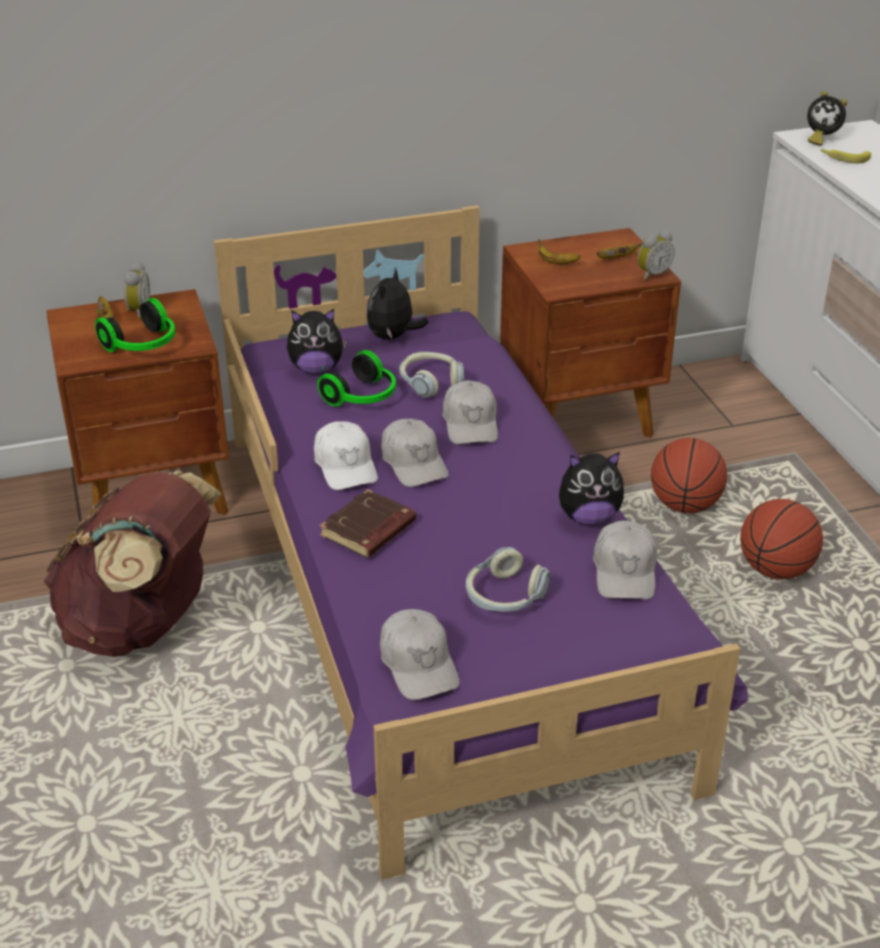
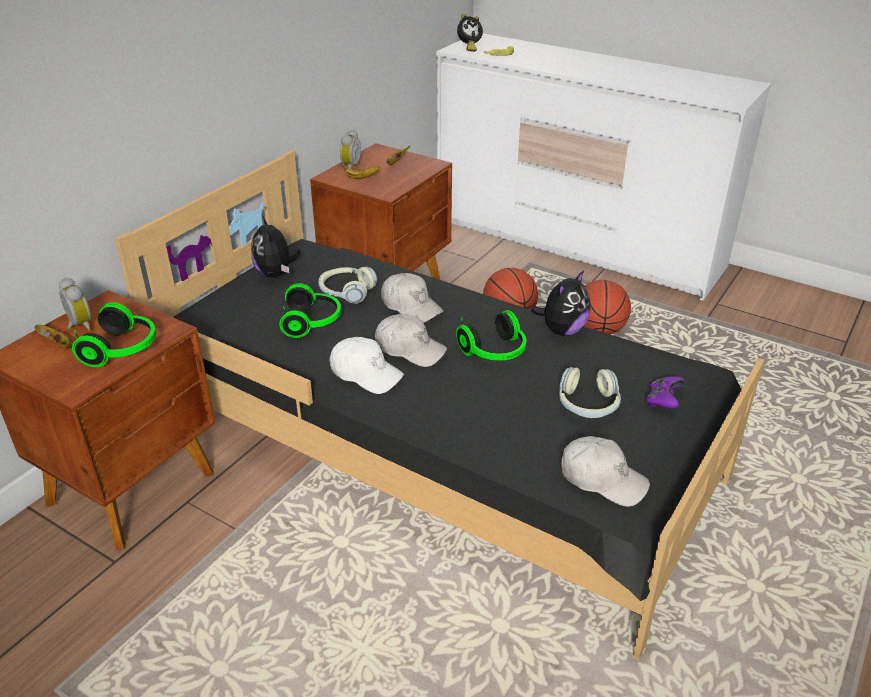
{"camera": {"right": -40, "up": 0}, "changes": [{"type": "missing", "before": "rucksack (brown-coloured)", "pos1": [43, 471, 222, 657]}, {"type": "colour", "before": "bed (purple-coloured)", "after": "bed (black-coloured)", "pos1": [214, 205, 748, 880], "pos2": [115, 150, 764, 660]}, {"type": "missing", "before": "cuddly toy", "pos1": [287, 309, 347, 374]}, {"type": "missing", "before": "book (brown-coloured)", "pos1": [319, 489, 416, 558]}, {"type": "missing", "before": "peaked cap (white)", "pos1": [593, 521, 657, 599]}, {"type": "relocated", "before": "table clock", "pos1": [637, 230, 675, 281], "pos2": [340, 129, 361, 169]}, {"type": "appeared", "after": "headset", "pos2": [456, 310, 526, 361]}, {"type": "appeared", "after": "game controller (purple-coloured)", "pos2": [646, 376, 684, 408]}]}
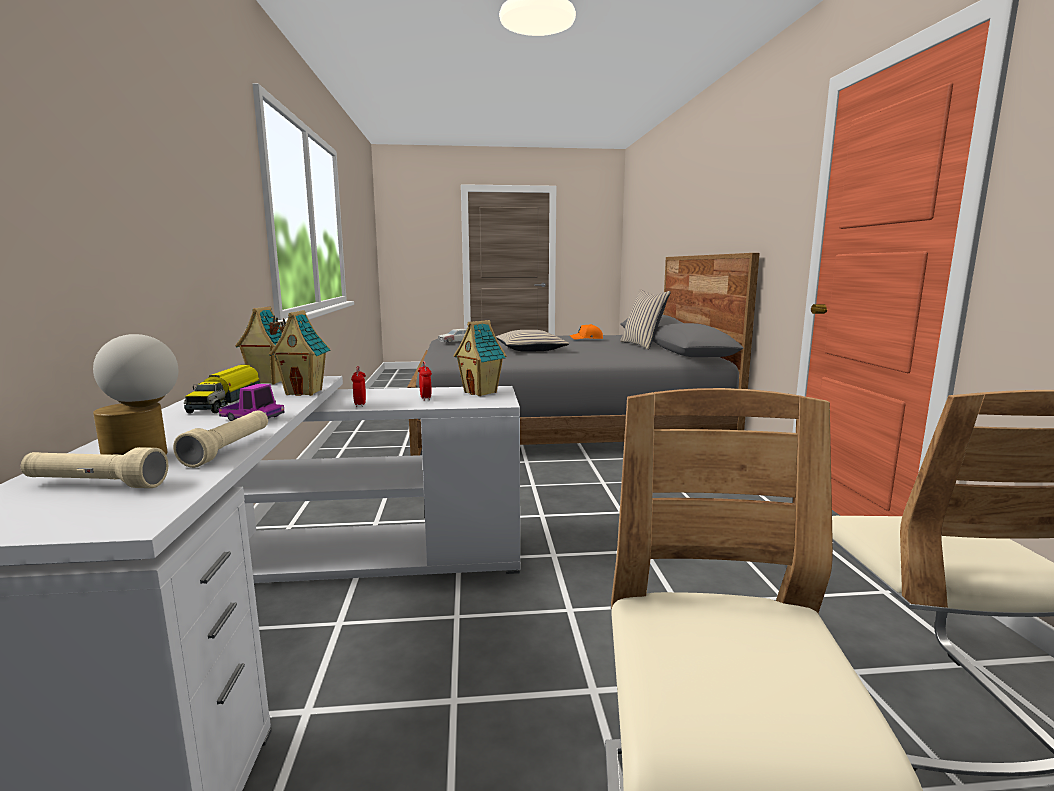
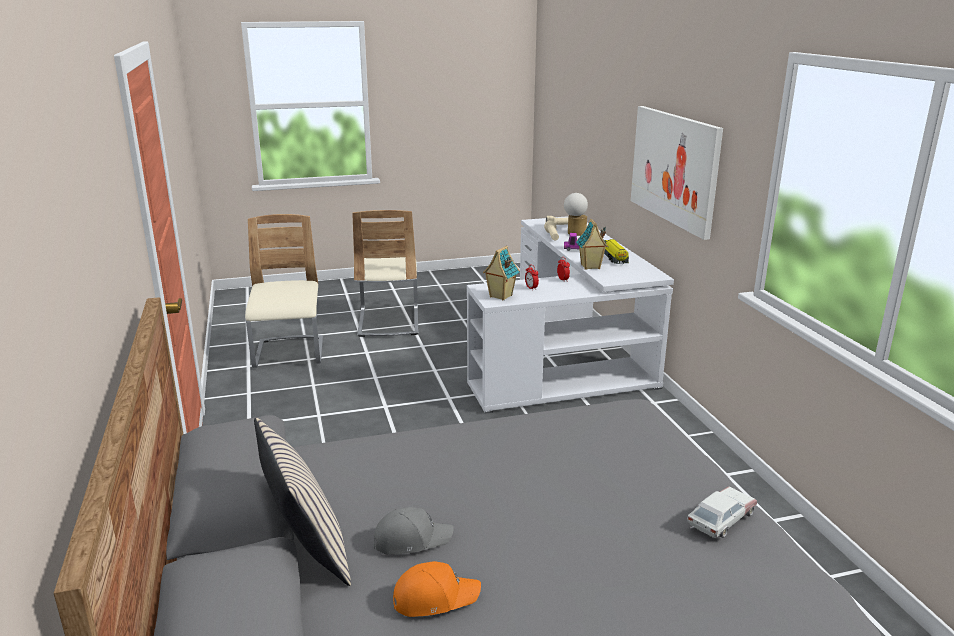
{"camera": {"right": 170, "up": 10}, "changes": [{"type": "missing", "before": "model house", "pos1": [235, 306, 282, 384]}, {"type": "missing", "before": "throw pillow (sand-coloured)", "pos1": [496, 330, 569, 352]}, {"type": "appeared", "after": "peaked cap (gray)", "pos2": [374, 507, 454, 555]}, {"type": "appeared", "after": "wall picture", "pos2": [631, 106, 723, 240]}]}
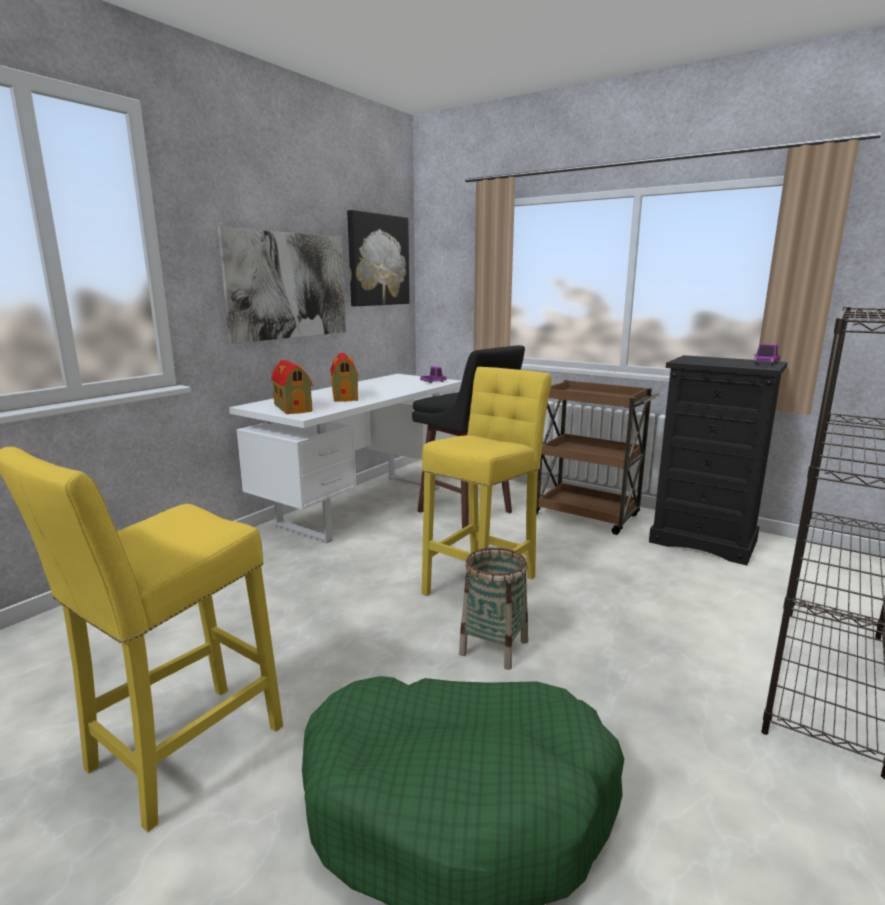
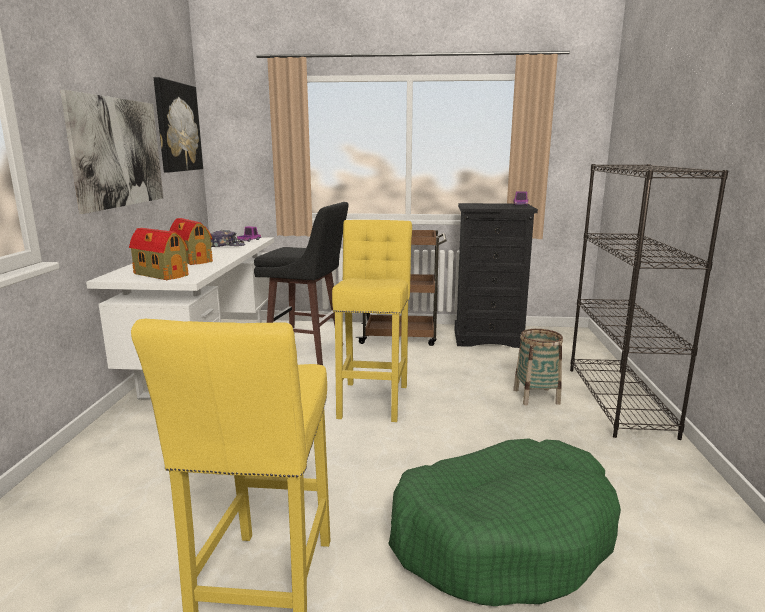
{"camera": {"right": -30, "up": 0}, "changes": [{"type": "relocated", "before": "basket", "pos1": [459, 547, 528, 670], "pos2": [513, 329, 563, 406]}, {"type": "appeared", "after": "peaked cap", "pos2": [211, 230, 245, 247]}]}
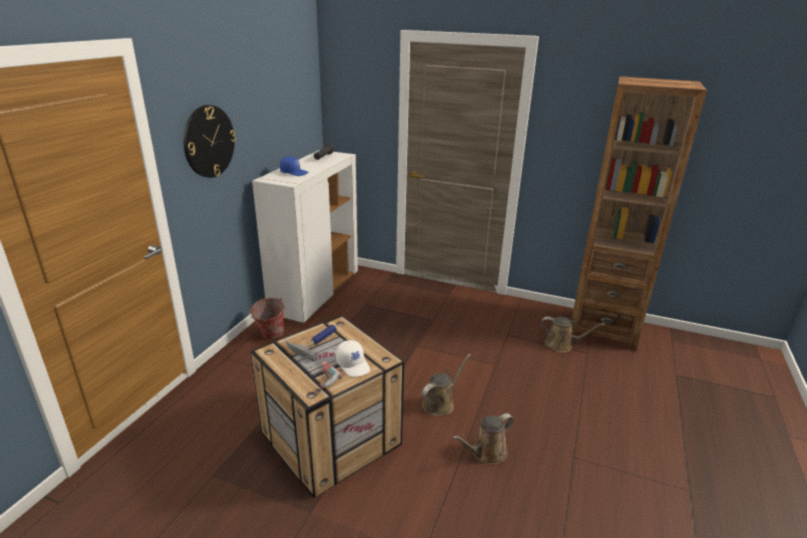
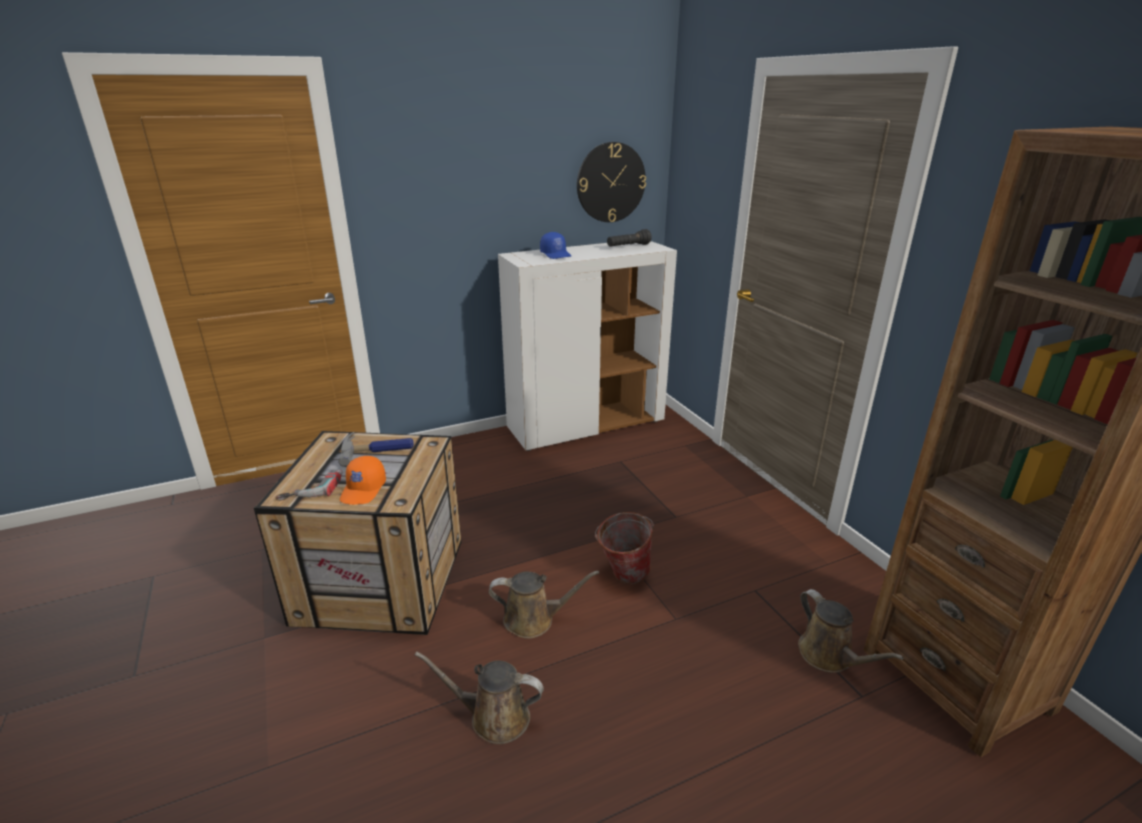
{"camera": {"right": 45, "up": 0}, "changes": [{"type": "relocated", "before": "clock on the wall", "pos1": [183, 105, 236, 178], "pos2": [577, 142, 646, 222]}, {"type": "relocated", "before": "bucket", "pos1": [249, 297, 284, 340], "pos2": [595, 512, 654, 584]}, {"type": "colour", "before": "peaked cap (white)", "after": "peaked cap (orangey)", "pos1": [336, 340, 370, 377], "pos2": [340, 456, 386, 505]}]}
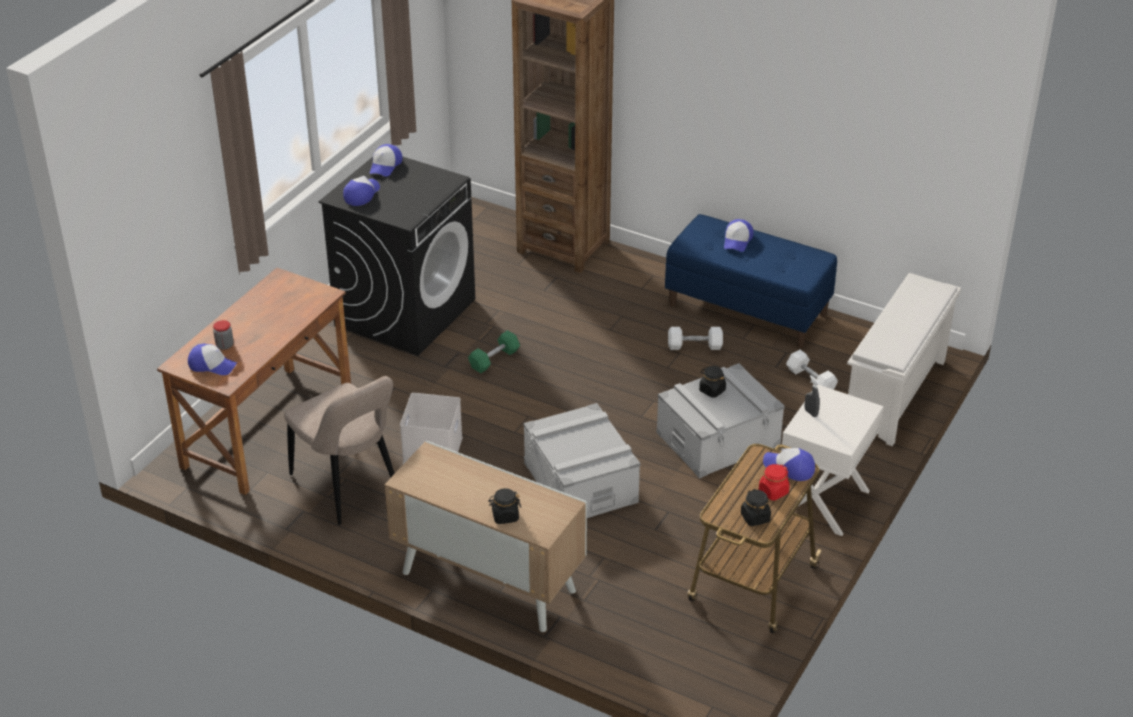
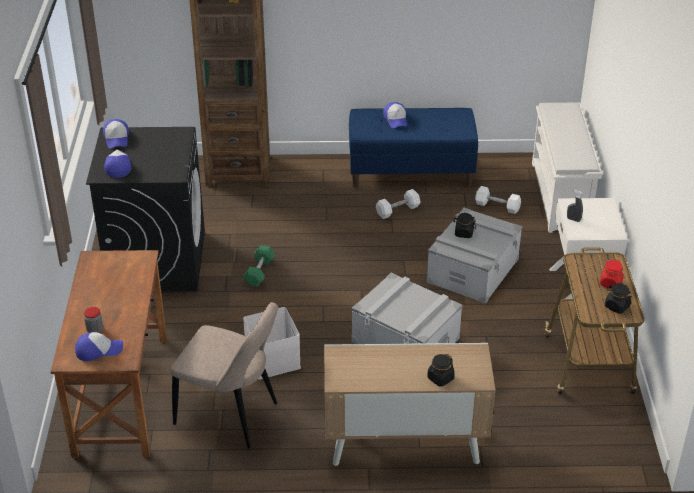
{"camera": {"right": -30, "up": 0}, "changes": [{"type": "missing", "before": "peaked cap", "pos1": [763, 448, 815, 481]}]}
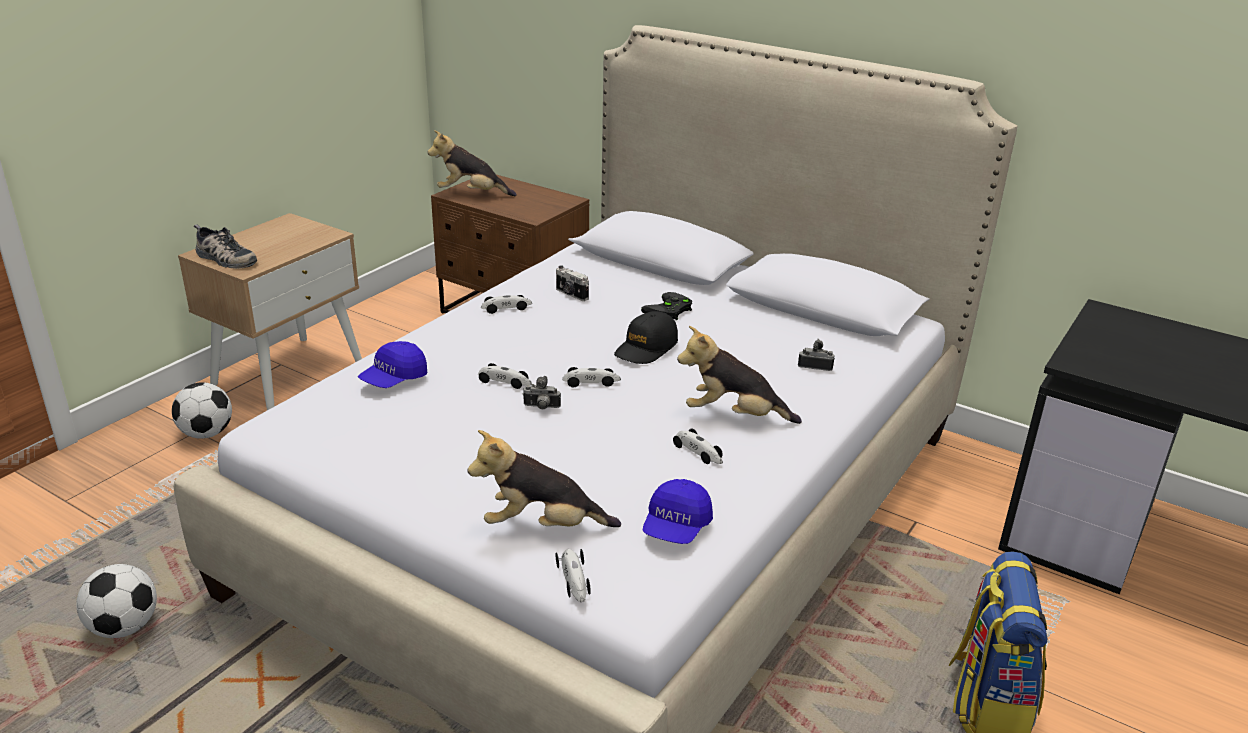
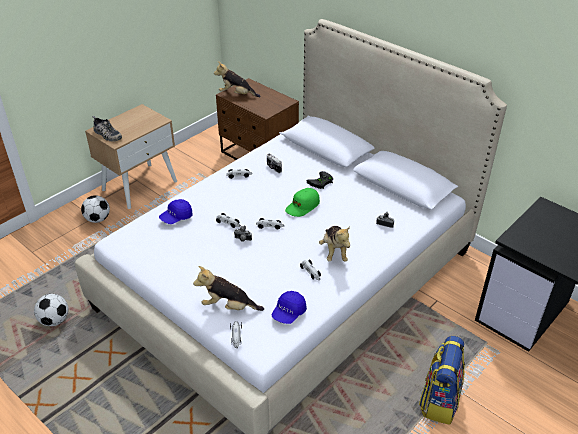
{"camera": {"right": 10, "up": 10}, "changes": [{"type": "colour", "before": "peaked cap (black-coloured)", "after": "peaked cap (green)", "pos1": [614, 311, 678, 364], "pos2": [285, 188, 320, 217]}, {"type": "spun", "before": "cuddly toy", "pos1": [677, 326, 802, 424], "pos2": [319, 226, 350, 262], "turn": -120}]}
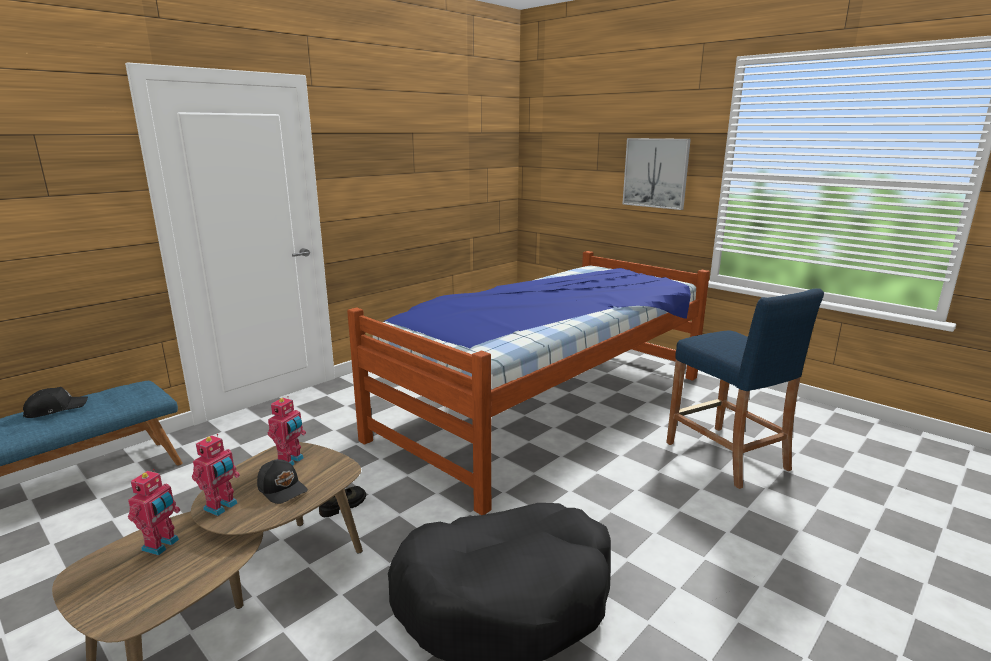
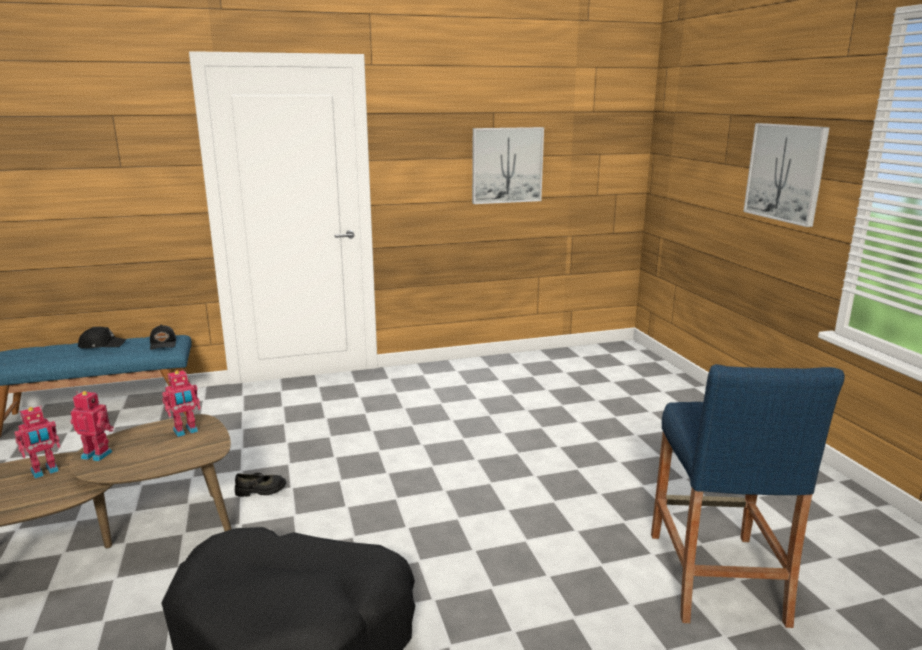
{"camera": {"right": 30, "up": 0}, "changes": [{"type": "spun", "before": "model robot", "pos1": [192, 434, 240, 516], "pos2": [70, 391, 114, 461], "turn": -135}, {"type": "relocated", "before": "peaked cap (black-coloured)", "pos1": [257, 459, 308, 504], "pos2": [150, 325, 176, 350]}, {"type": "missing", "before": "bed", "pos1": [347, 251, 710, 515]}, {"type": "appeared", "after": "wall picture", "pos2": [472, 127, 544, 204]}]}
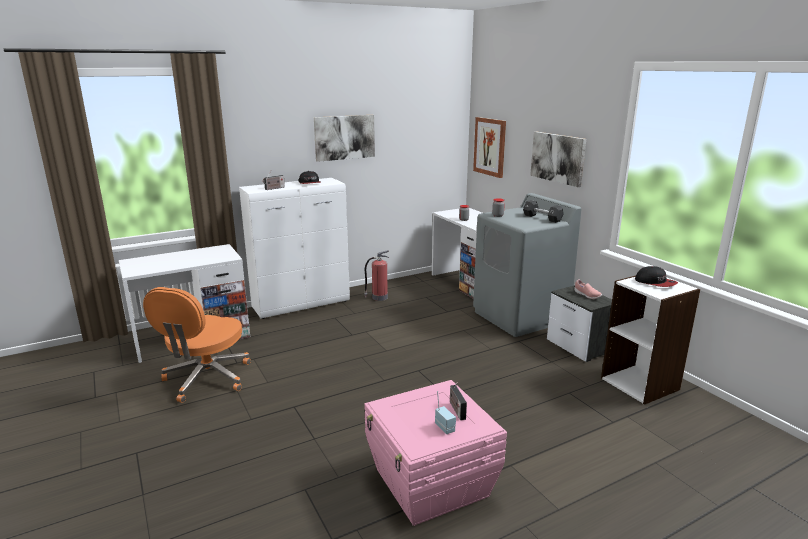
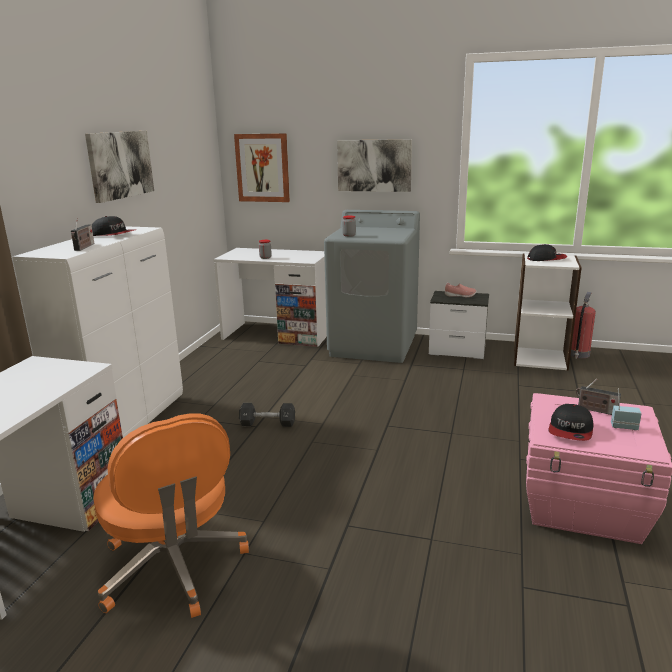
{"camera": {"right": -45, "up": 0}, "changes": [{"type": "relocated", "before": "fire-fighting cylinder", "pos1": [364, 250, 389, 301], "pos2": [570, 292, 596, 359]}, {"type": "relocated", "before": "free weight (black-coloured)", "pos1": [523, 200, 564, 223], "pos2": [239, 403, 295, 427]}, {"type": "appeared", "after": "peaked cap", "pos2": [549, 404, 593, 441]}]}
